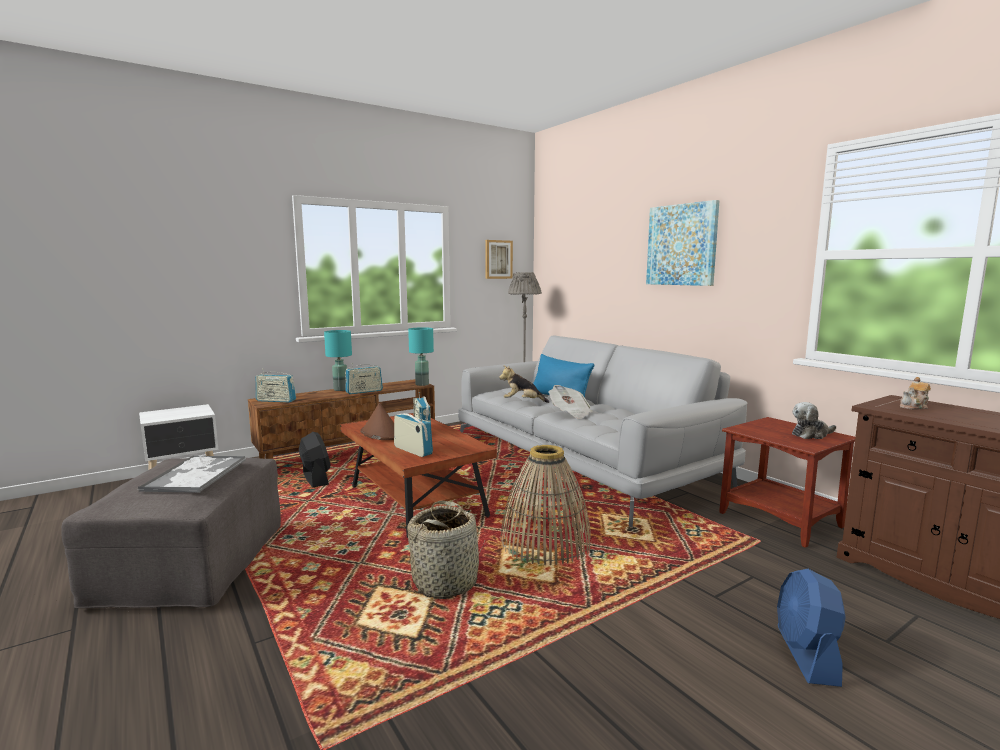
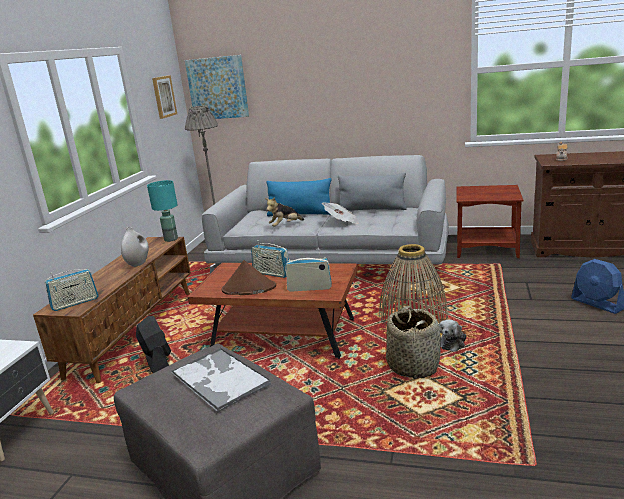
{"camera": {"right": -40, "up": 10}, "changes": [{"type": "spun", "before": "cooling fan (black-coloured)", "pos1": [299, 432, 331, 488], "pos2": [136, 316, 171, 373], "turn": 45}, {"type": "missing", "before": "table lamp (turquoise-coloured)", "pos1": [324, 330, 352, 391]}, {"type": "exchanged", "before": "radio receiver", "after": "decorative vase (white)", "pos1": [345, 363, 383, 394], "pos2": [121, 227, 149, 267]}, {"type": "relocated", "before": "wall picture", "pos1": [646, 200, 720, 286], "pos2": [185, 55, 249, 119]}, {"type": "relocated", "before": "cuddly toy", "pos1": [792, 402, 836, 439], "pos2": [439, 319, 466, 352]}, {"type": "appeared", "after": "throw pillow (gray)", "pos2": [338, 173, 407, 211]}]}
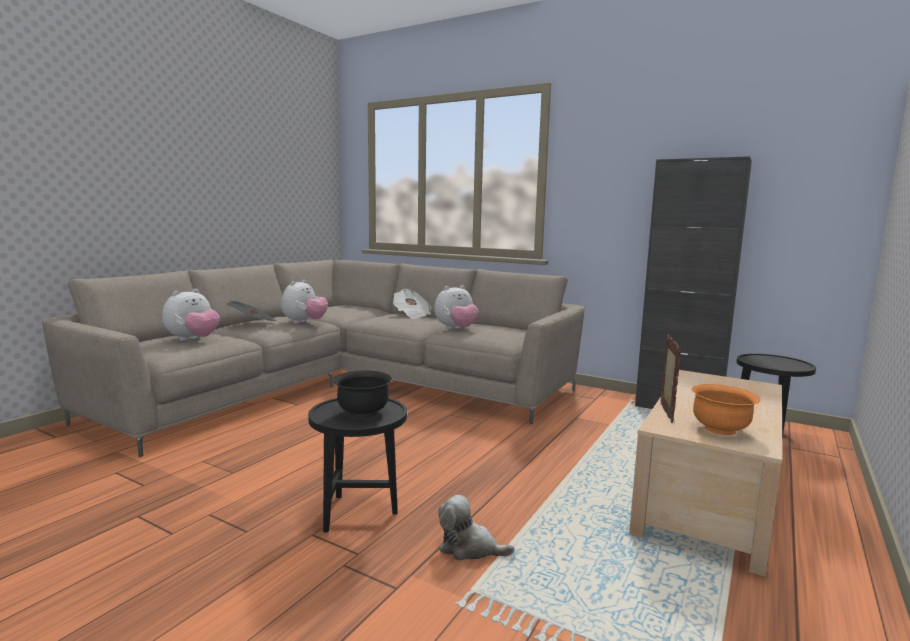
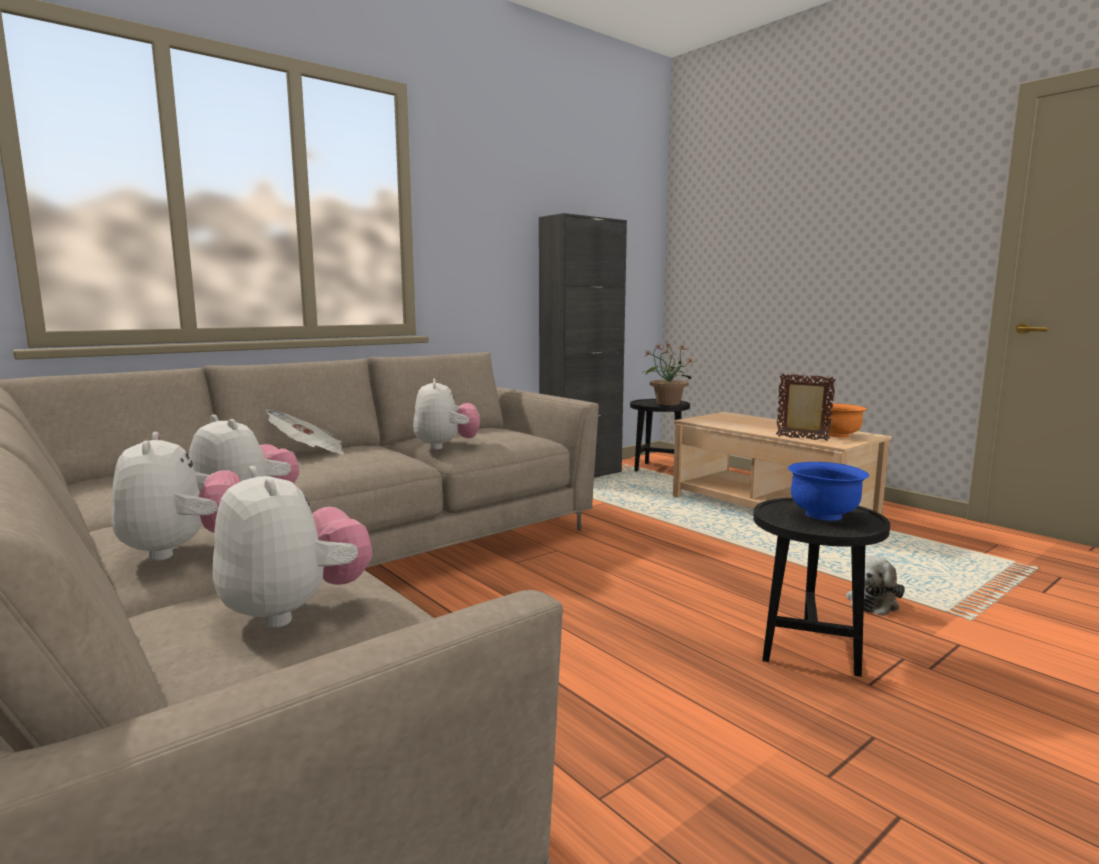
{"camera": {"right": -70, "up": 0}, "changes": [{"type": "exchanged", "before": "newspaper", "after": "cuddly toy", "pos1": [227, 301, 277, 321], "pos2": [111, 432, 241, 561]}, {"type": "colour", "before": "deep dish (black-coloured)", "after": "deep dish (blue)", "pos1": [333, 371, 392, 418], "pos2": [788, 462, 869, 521]}, {"type": "appeared", "after": "plant in a pot", "pos2": [642, 343, 694, 405]}]}
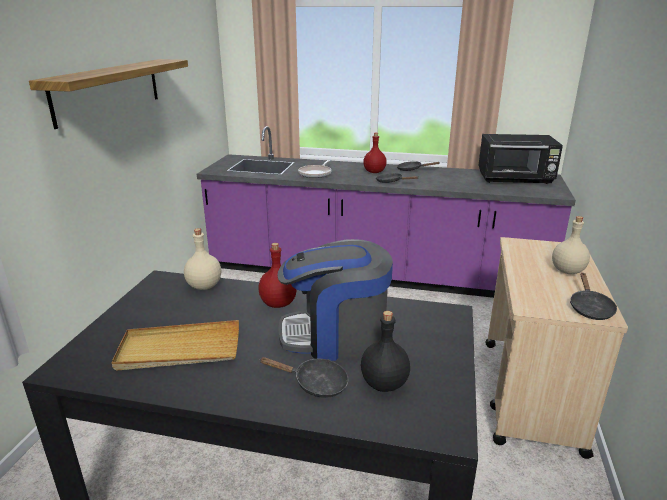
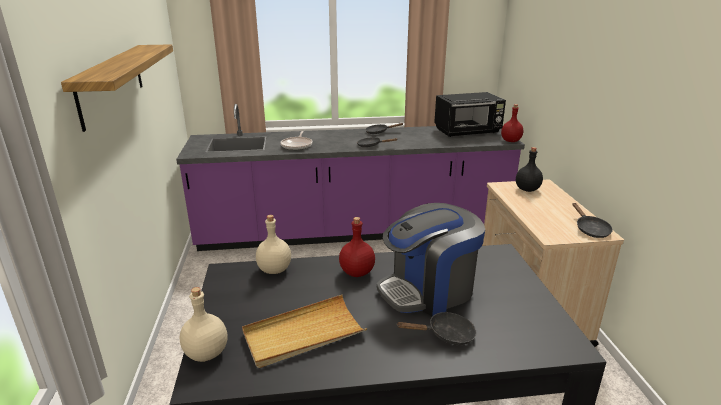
{"camera": {"right": -20, "up": 0}, "changes": [{"type": "relocated", "before": "beverage bottle (black-coloured)", "pos1": [361, 311, 410, 392], "pos2": [516, 147, 543, 192]}, {"type": "relocated", "before": "beverage bottle (red)", "pos1": [363, 133, 387, 173], "pos2": [501, 104, 523, 142]}, {"type": "relocated", "before": "beverage bottle (sand-coloured)", "pos1": [552, 216, 590, 274], "pos2": [180, 287, 228, 362]}]}
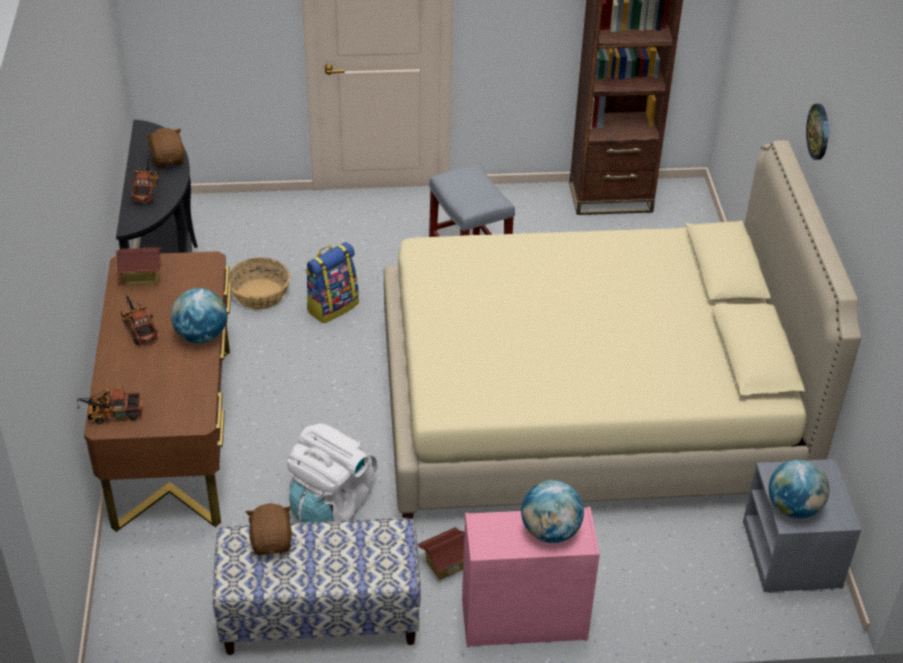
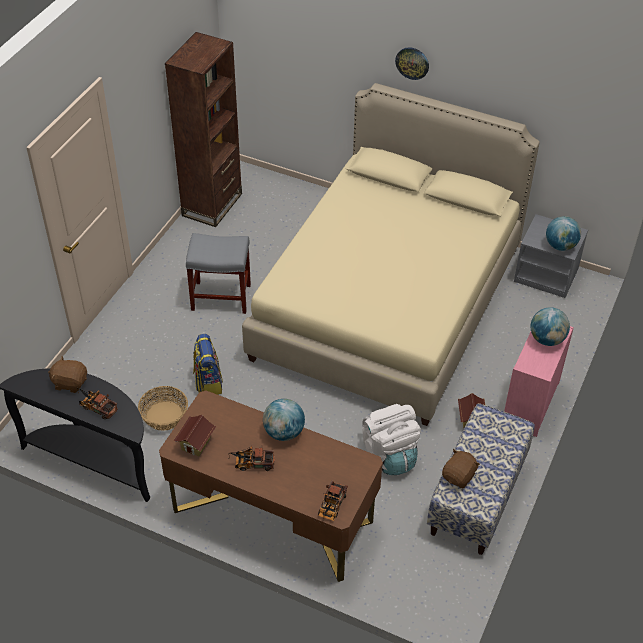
{"camera": {"right": -60, "up": 5}, "changes": [{"type": "spun", "before": "cuddly toy (brown-coloured)", "pos1": [246, 504, 292, 555], "pos2": [442, 449, 480, 488], "turn": 105}]}
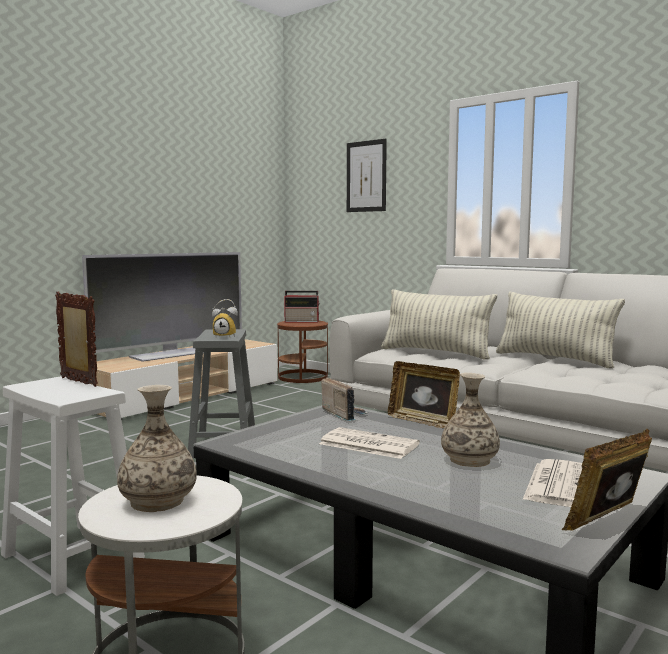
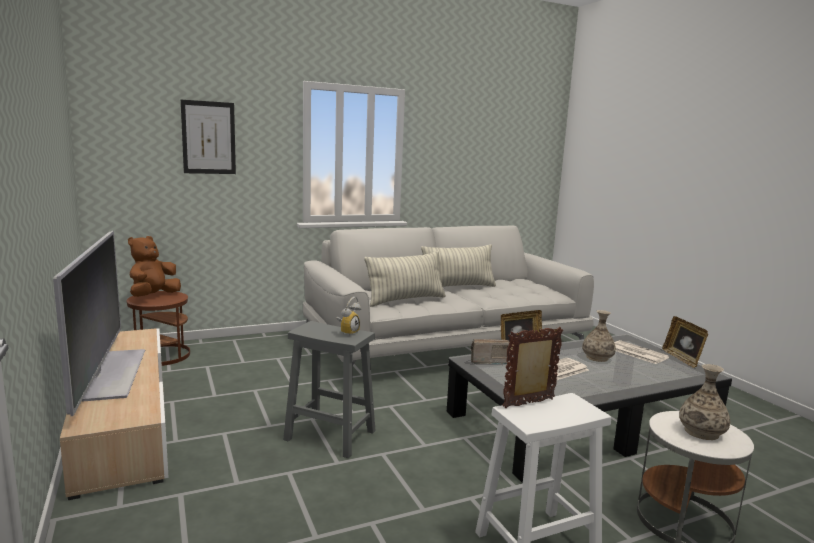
{"camera": {"right": -65, "up": 5}, "changes": [{"type": "exchanged", "before": "radio receiver", "after": "cuddly toy (brown-coloured)", "pos1": [284, 291, 320, 323], "pos2": [128, 236, 181, 297]}]}
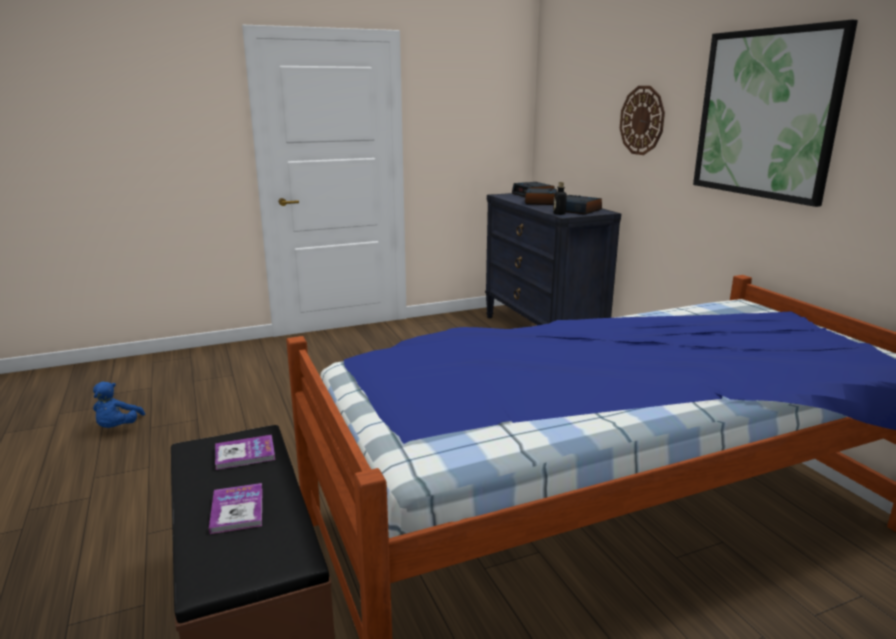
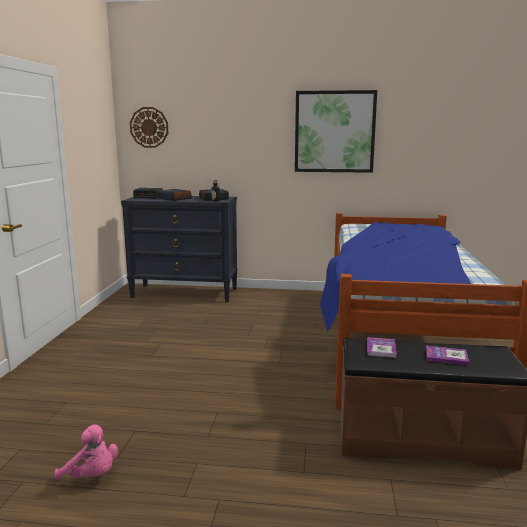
{"camera": {"right": -60, "up": -5}, "changes": [{"type": "colour", "before": "cuddly toy (blue)", "after": "cuddly toy (pink-coloured)", "pos1": [93, 382, 145, 428], "pos2": [54, 424, 118, 480]}, {"type": "relocated", "before": "clock on the wall", "pos1": [620, 86, 665, 155], "pos2": [130, 107, 168, 148]}]}
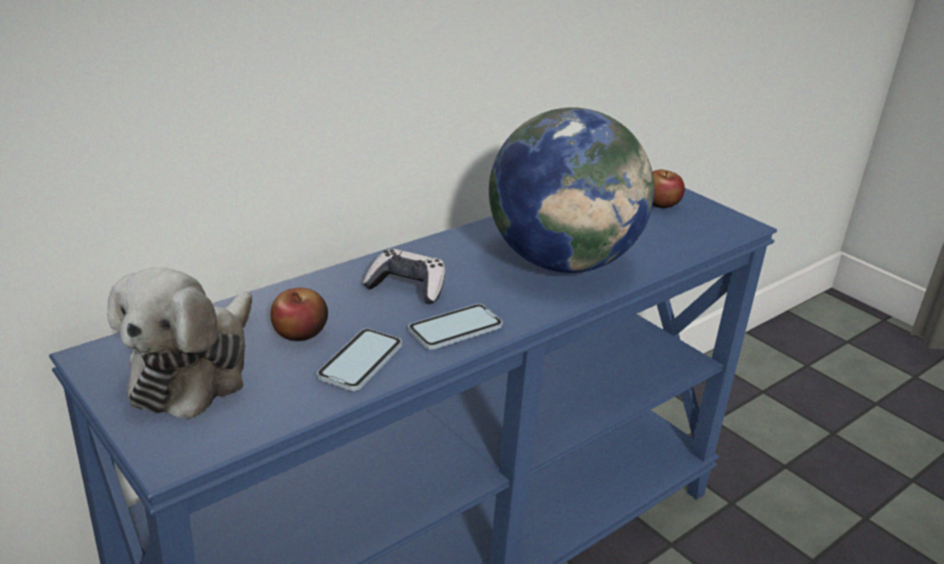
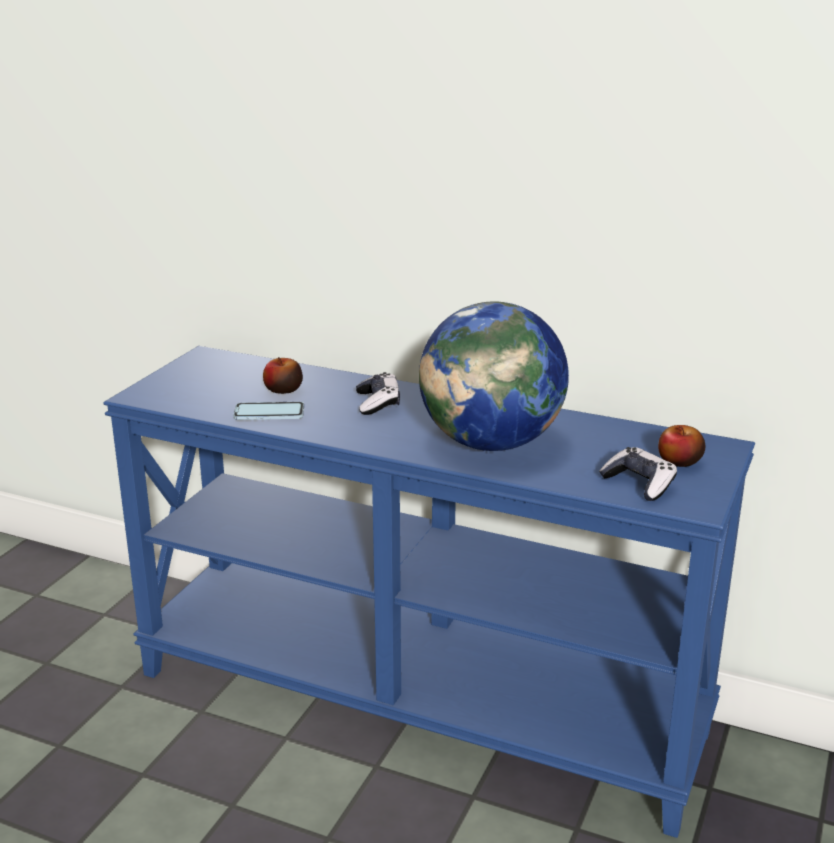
{"camera": {"right": 65, "up": -5}, "changes": [{"type": "missing", "before": "cuddly toy", "pos1": [107, 267, 252, 419]}, {"type": "missing", "before": "phone", "pos1": [408, 304, 503, 350]}, {"type": "appeared", "after": "game controller", "pos2": [599, 447, 677, 501]}]}
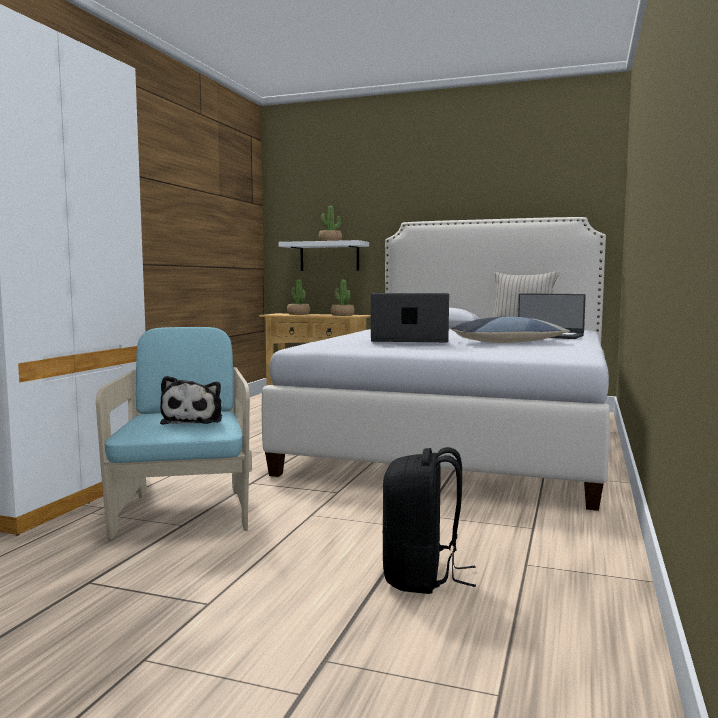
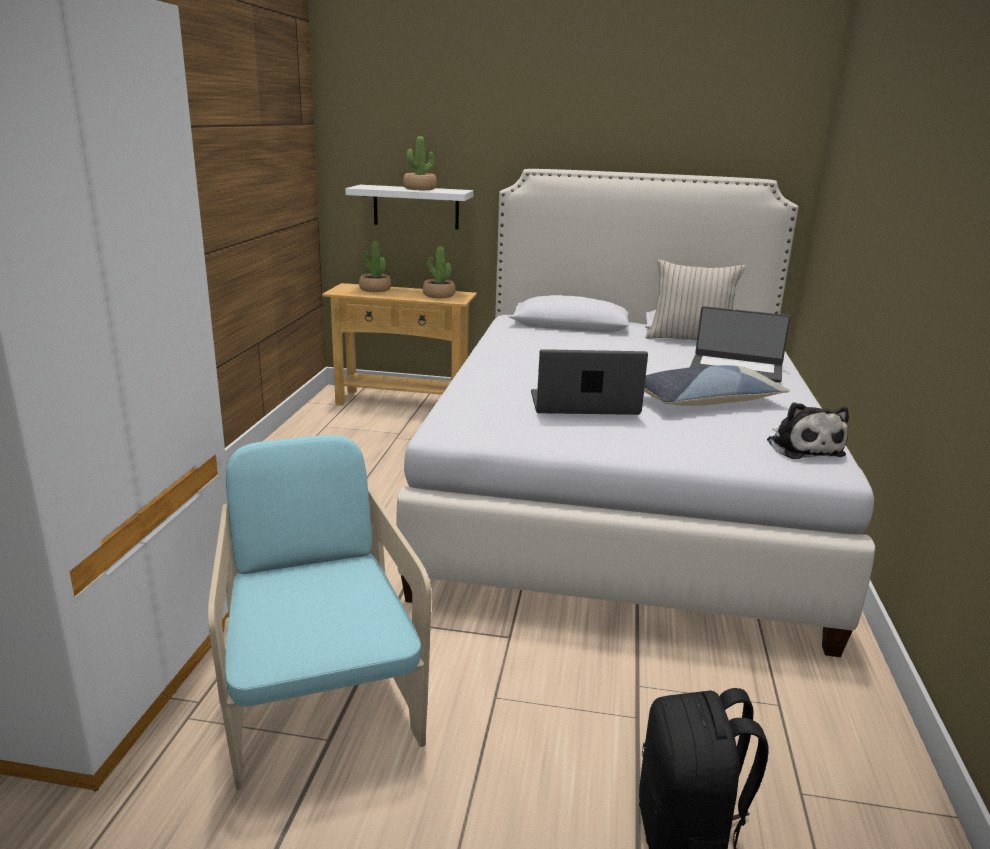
{"camera": {"right": -10, "up": 15}, "changes": [{"type": "relocated", "before": "cuddly toy", "pos1": [160, 376, 222, 425], "pos2": [767, 402, 849, 459]}]}
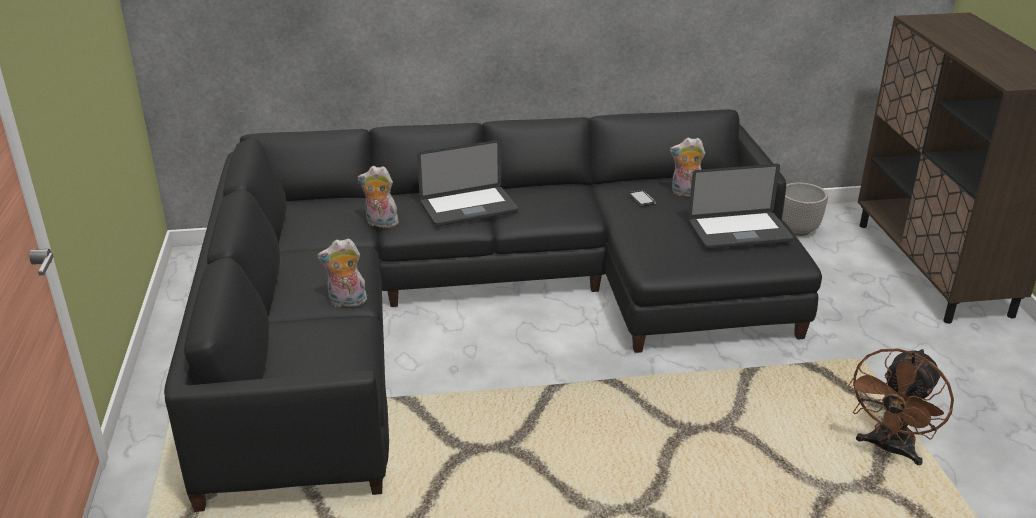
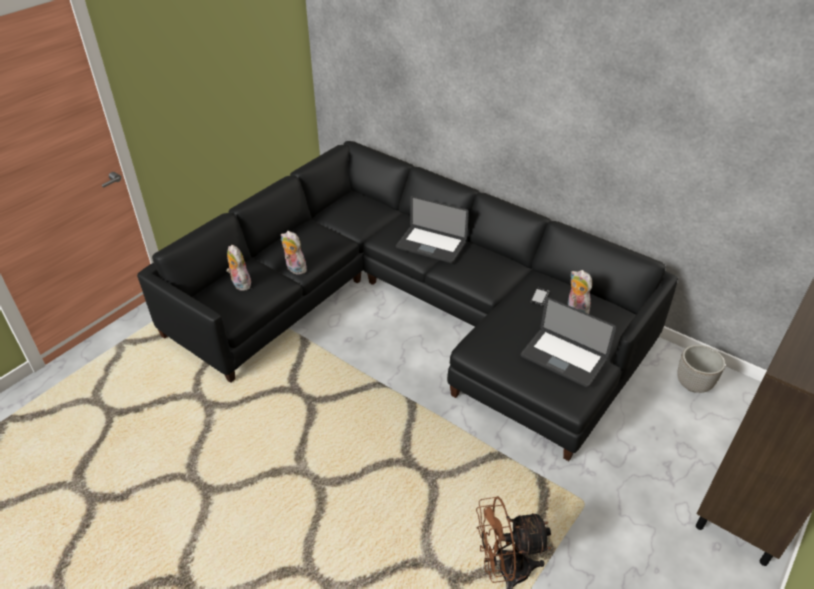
{"camera": {"right": 45, "up": 10}, "changes": [{"type": "relocated", "before": "cuddly toy", "pos1": [358, 166, 399, 228], "pos2": [226, 245, 251, 291]}]}
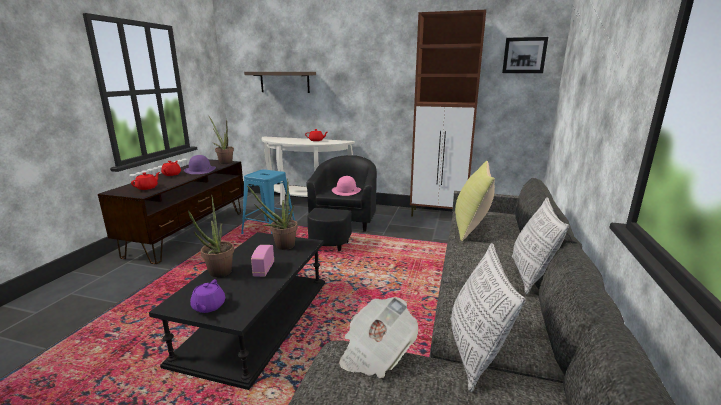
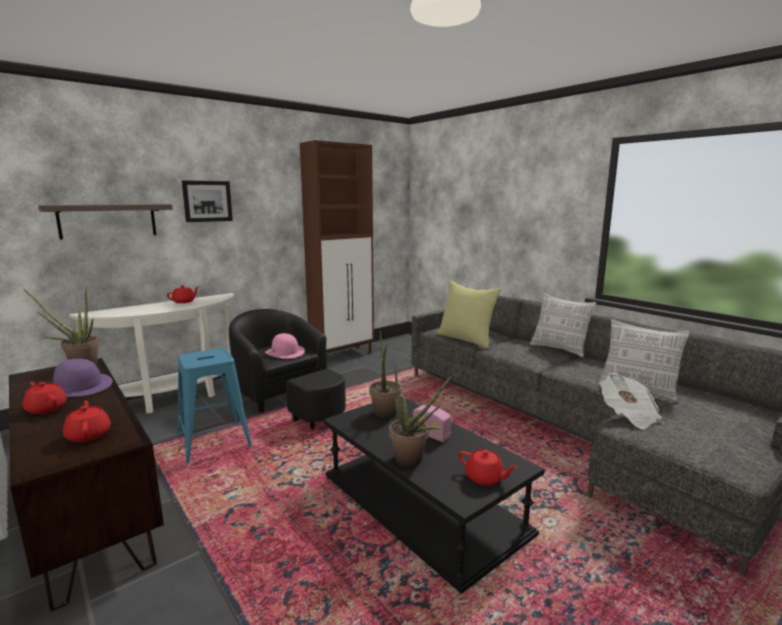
{"camera": {"right": -55, "up": -5}, "changes": [{"type": "colour", "before": "pot for tea (purple-coloured)", "after": "pot for tea (red)", "pos1": [190, 279, 225, 313], "pos2": [458, 449, 518, 486]}, {"type": "relocated", "before": "wall picture", "pos1": [502, 37, 548, 73], "pos2": [182, 180, 233, 222]}]}
